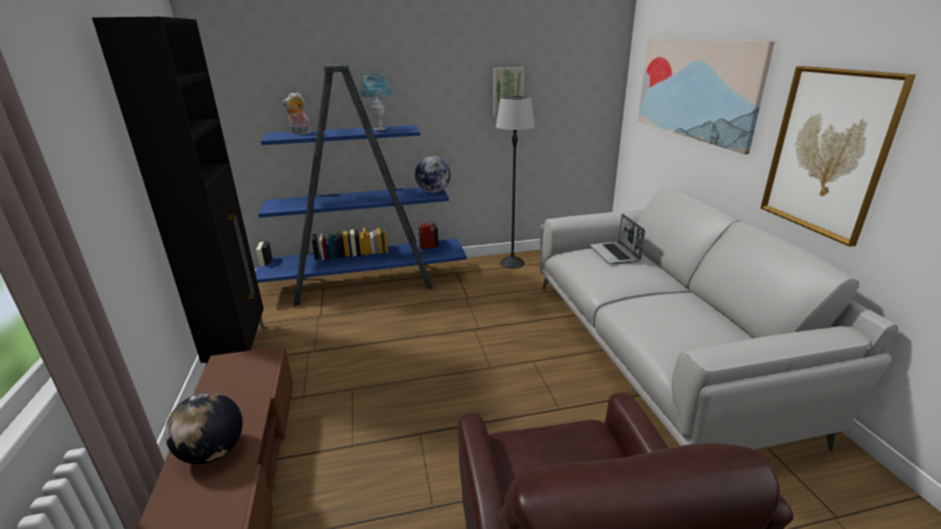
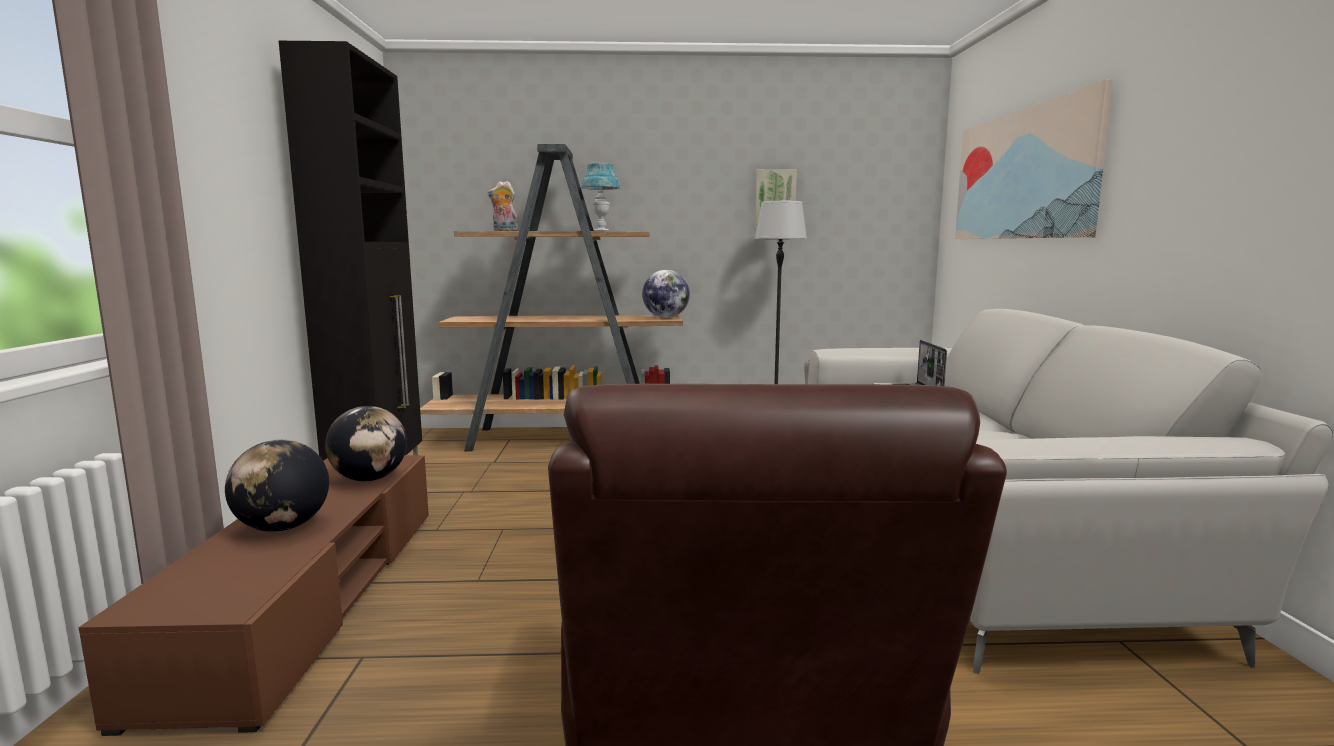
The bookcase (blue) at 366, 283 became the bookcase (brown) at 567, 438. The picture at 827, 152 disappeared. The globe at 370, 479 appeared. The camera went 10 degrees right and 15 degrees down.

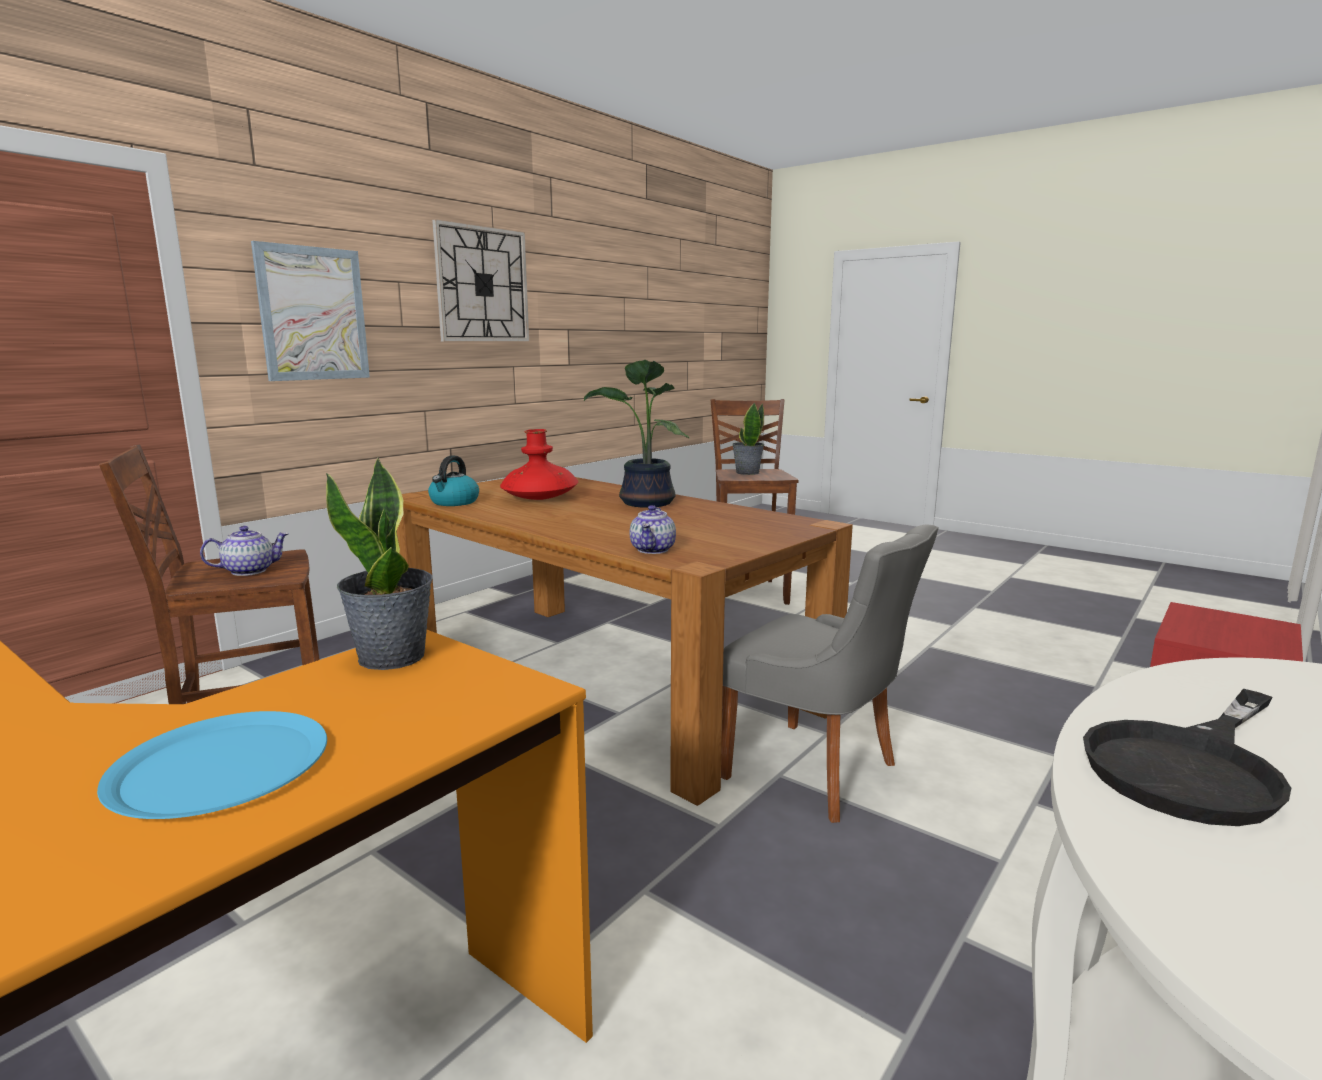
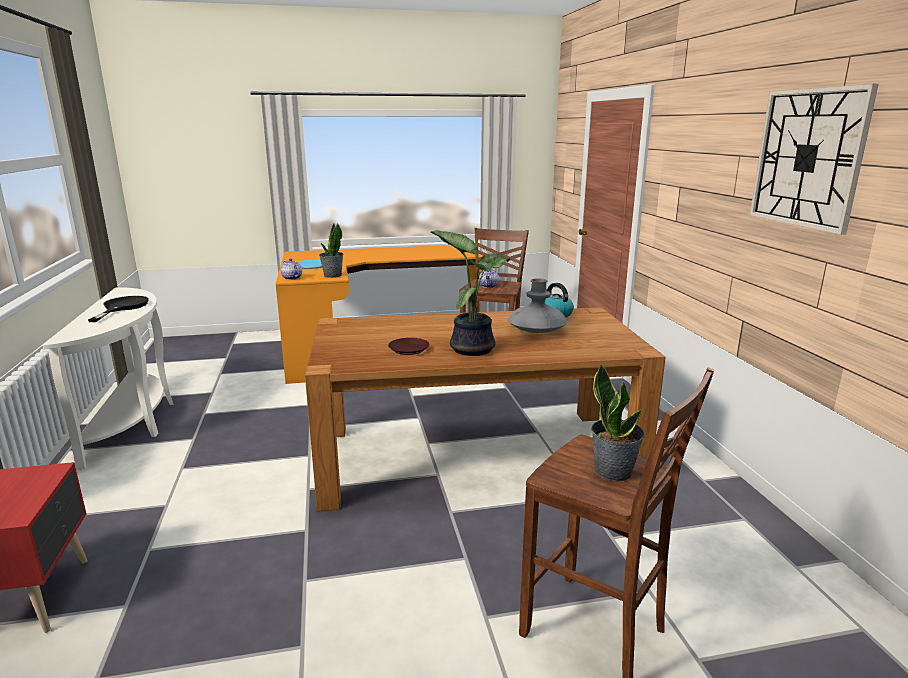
The picture at 313, 314 disappeared. The vase (red) at 540, 498 became the vase (grey) at 537, 331. The teapot moved from 653, 550 to 291, 278. The chair (grey) at 816, 772 disappeared. The plate (brown) at 408, 349 appeared. The camera went 130 degrees right and 5 degrees up.

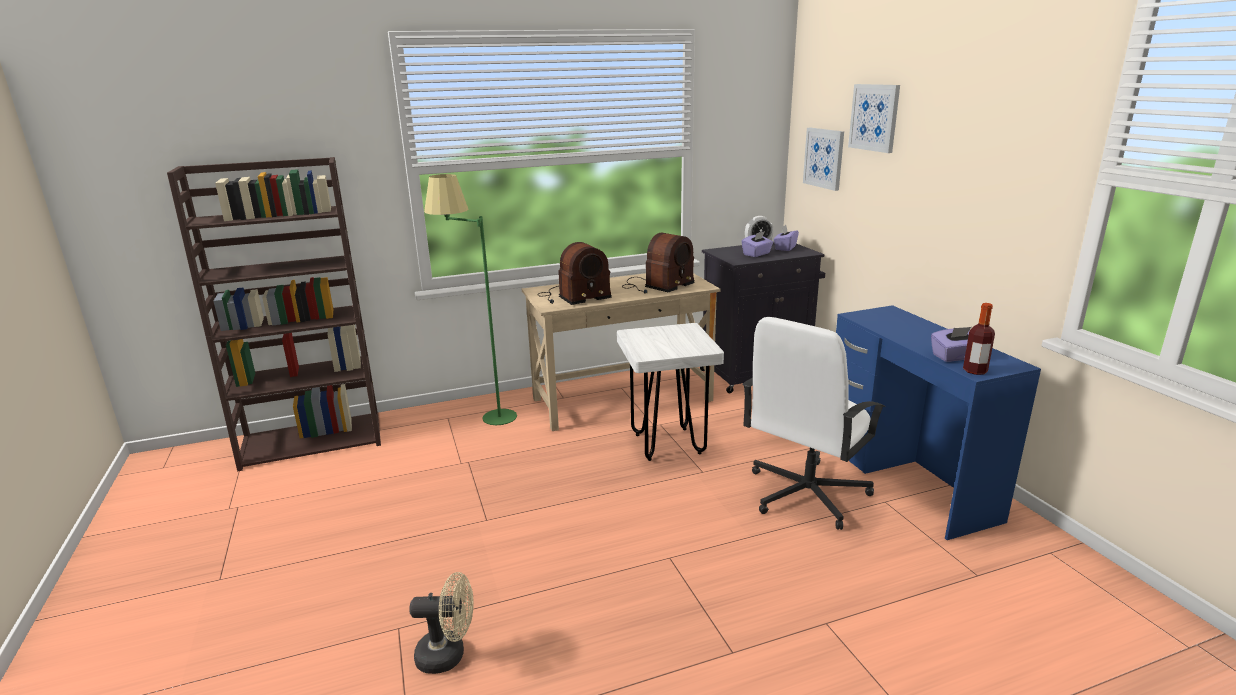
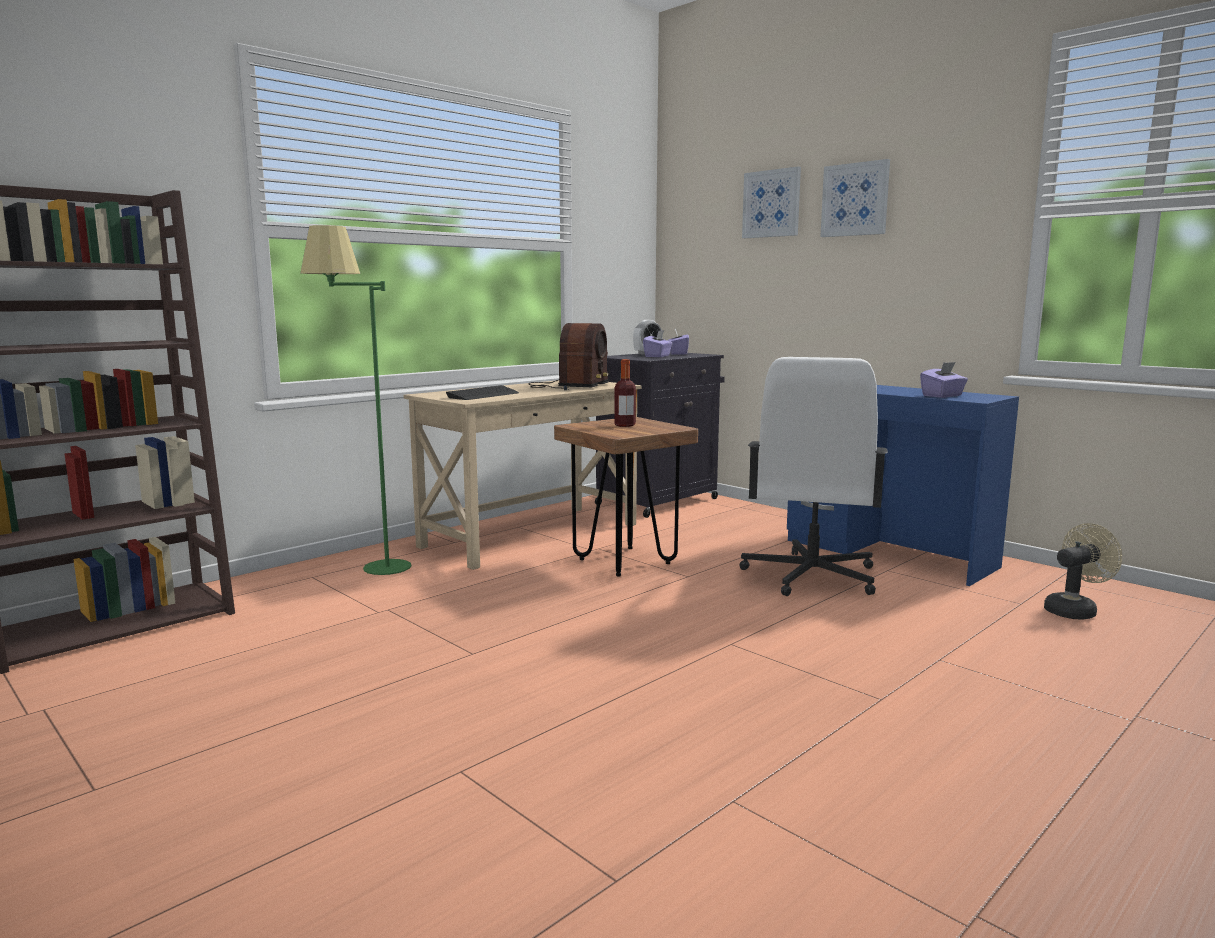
The picture moved from 824, 158 to 855, 199. The radio at 573, 297 was replaced by the keyboard at 483, 395. The bottle moved from 975, 371 to 625, 425. The stool (white) at 667, 444 became the stool (brown) at 624, 561. The fan (beige) moved from 448, 655 to 1075, 610. The camera went 25 degrees left and 10 degrees down.

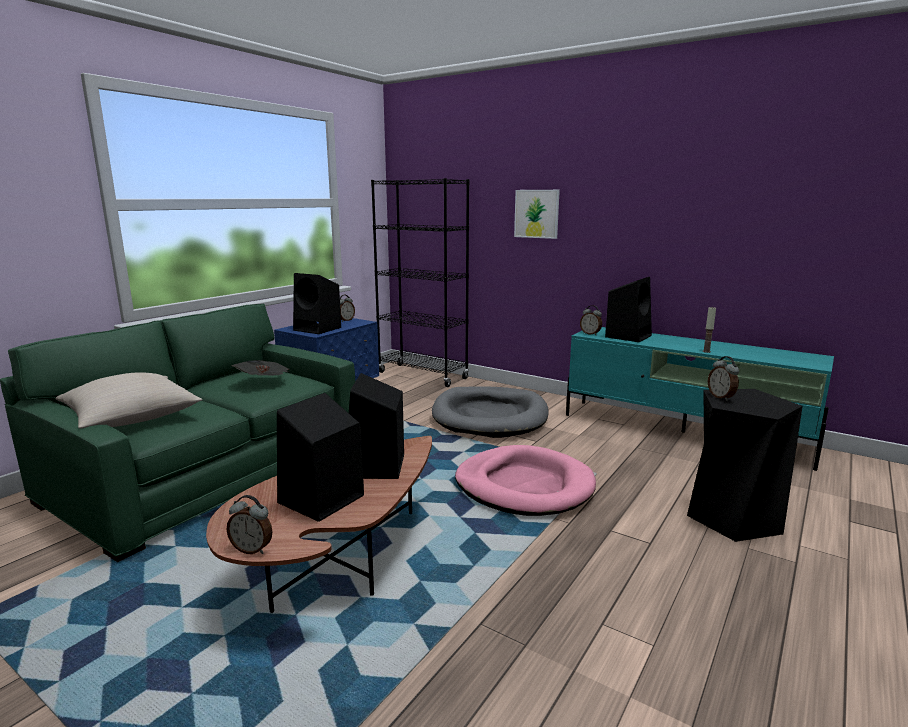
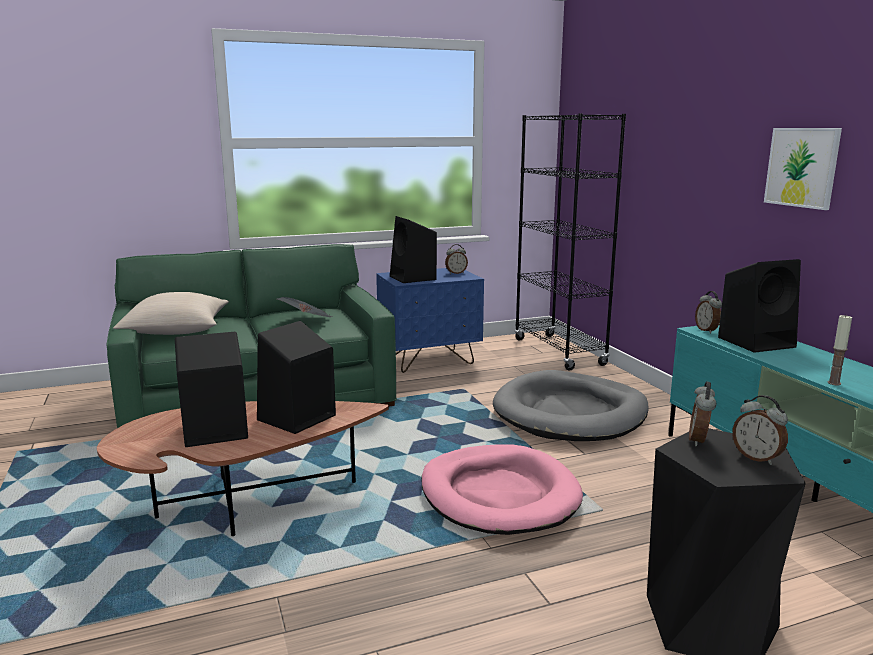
The picture moved from 536, 214 to 802, 167. The alarm clock moved from 252, 549 to 757, 458. The camera went 35 degrees right and 0 degrees up.

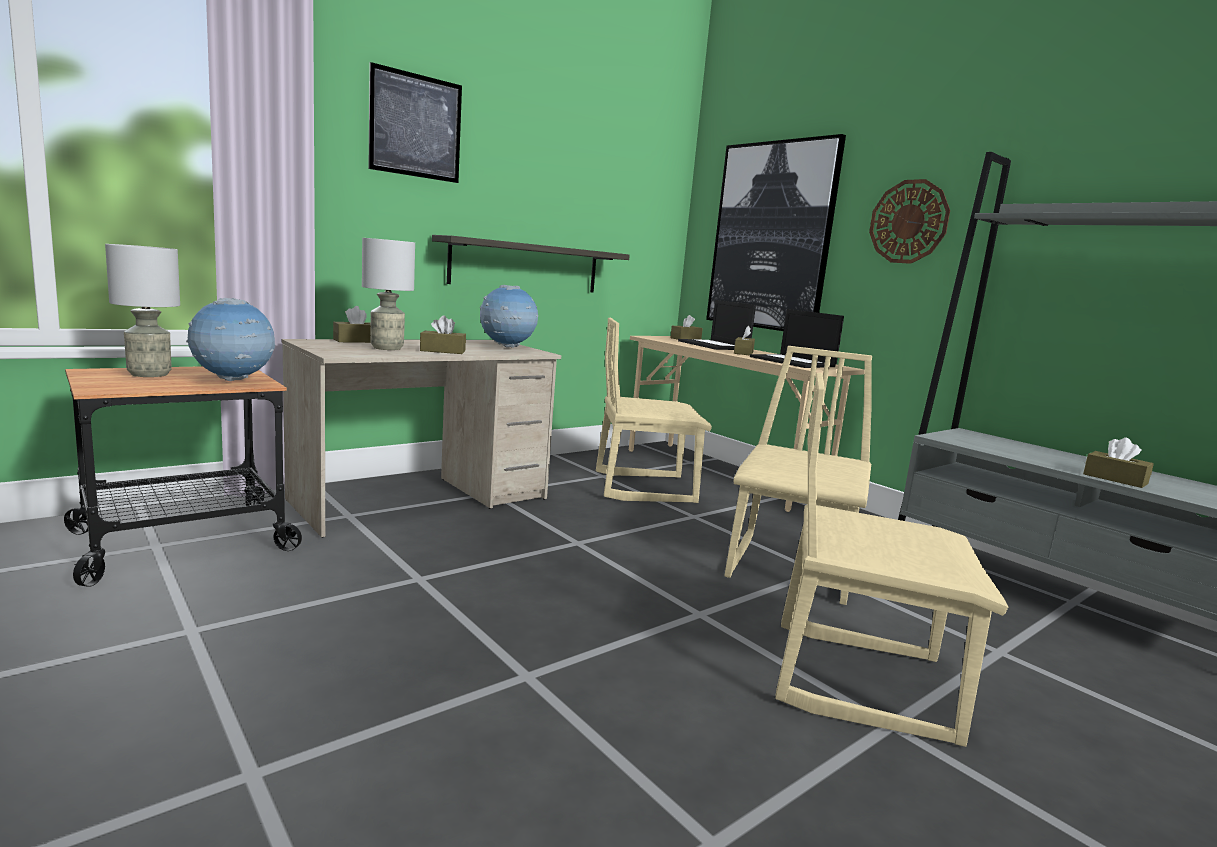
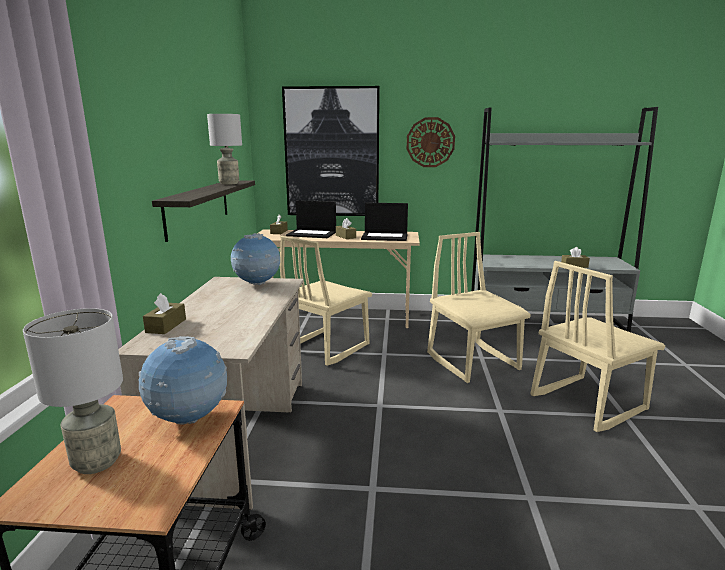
The picture at 415, 126 disappeared. The table lamp (grey) moved from 387, 348 to 229, 183. The tissue box (brown) at 442, 351 disappeared. The camera went 45 degrees left and 5 degrees up.

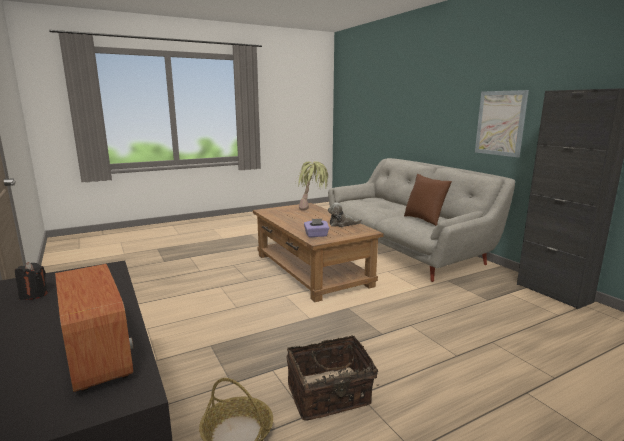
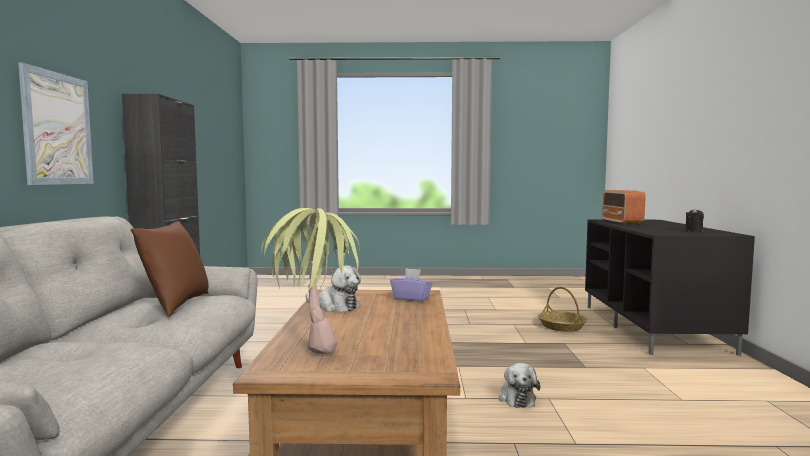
The basket at 330, 396 disappeared. The plush toy at 517, 398 appeared. The camera went 150 degrees left and 10 degrees down.

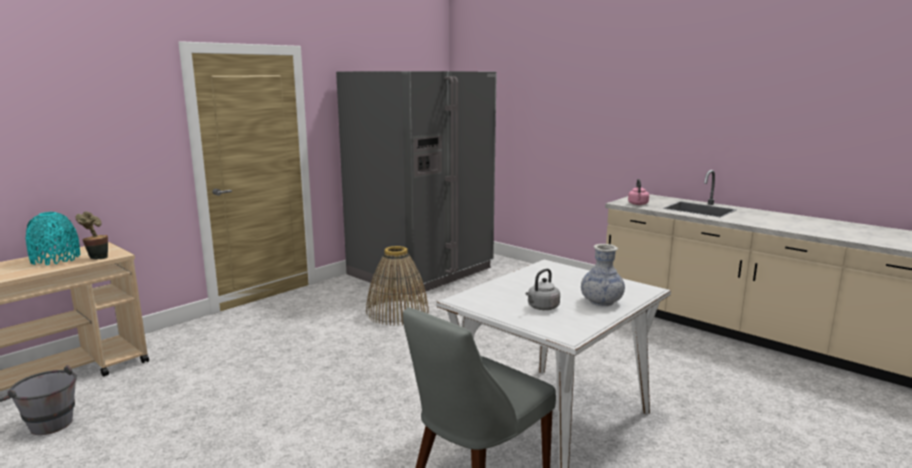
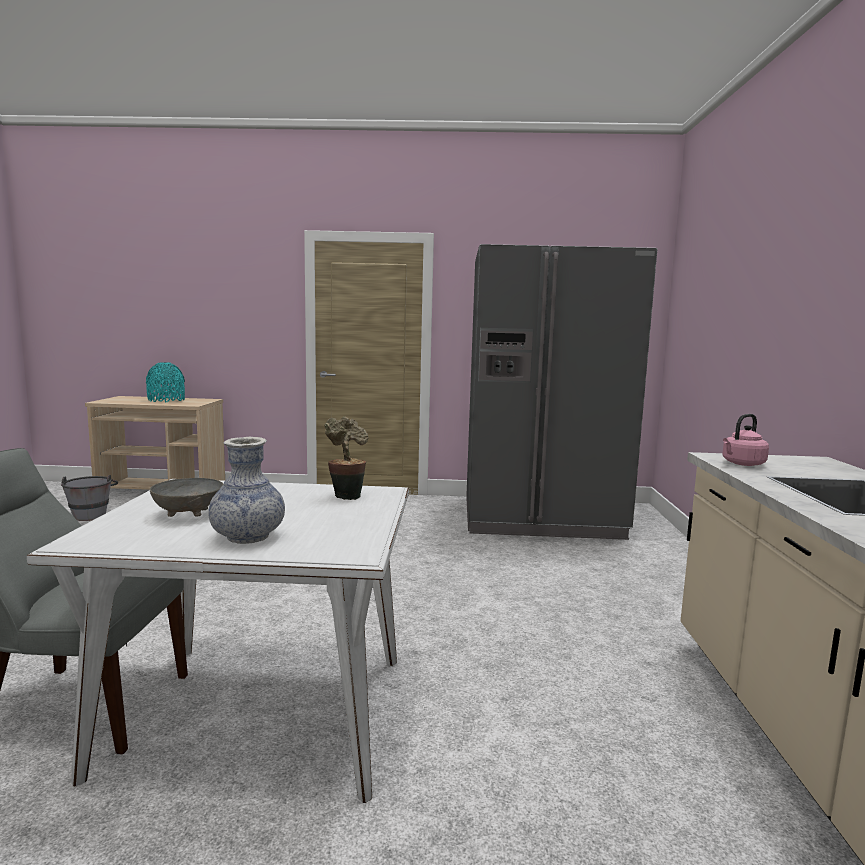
The potted plant moved from 97, 258 to 346, 495. The basket at 397, 312 disappeared. The kettle (grey) at 542, 307 was replaced by the bowl (grey) at 187, 514. The camera went 50 degrees right and 5 degrees down.

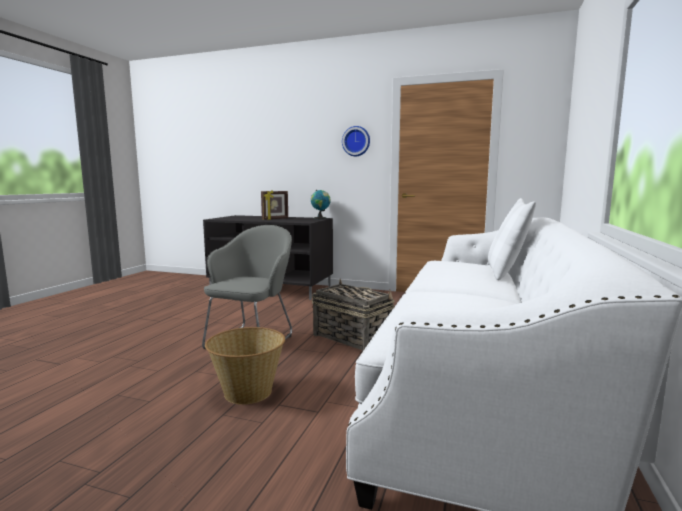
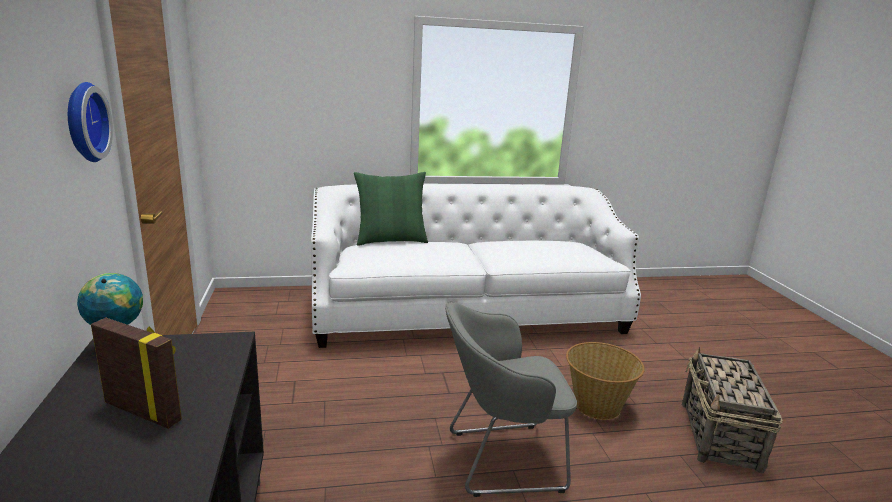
The pillow (white) at 506, 272 became the pillow (green) at 391, 240. The basket moved from 351, 337 to 719, 436. The camera went 120 degrees left and 10 degrees up.

